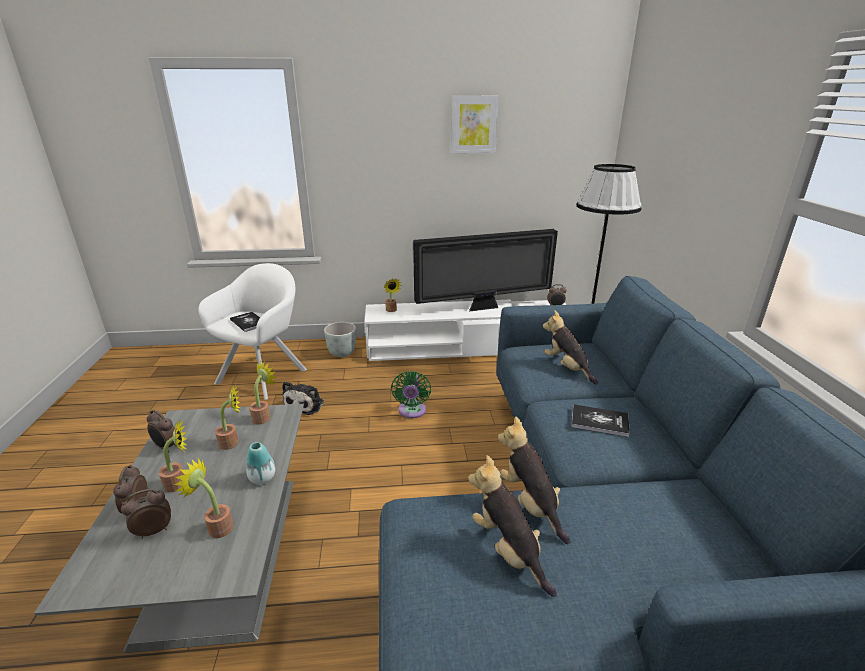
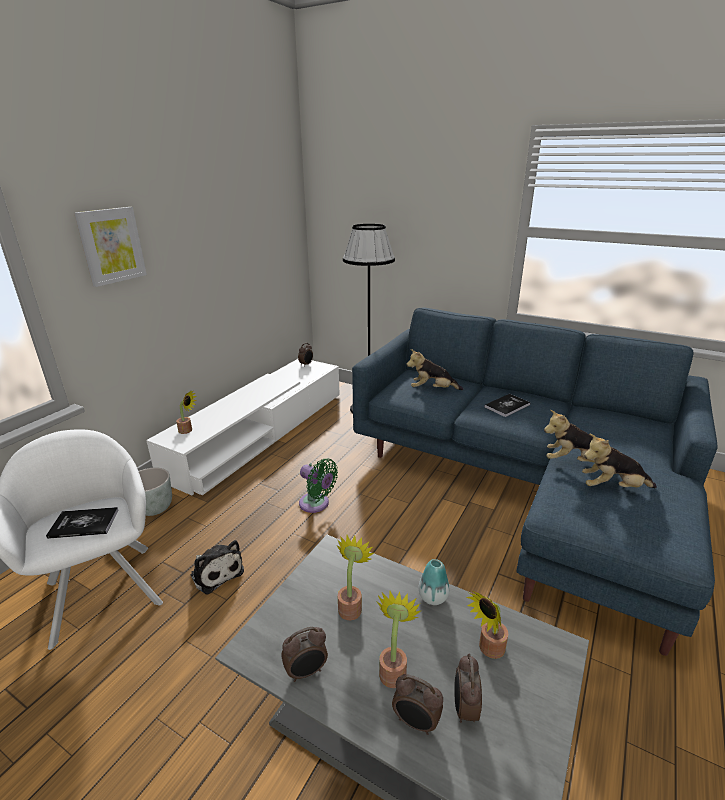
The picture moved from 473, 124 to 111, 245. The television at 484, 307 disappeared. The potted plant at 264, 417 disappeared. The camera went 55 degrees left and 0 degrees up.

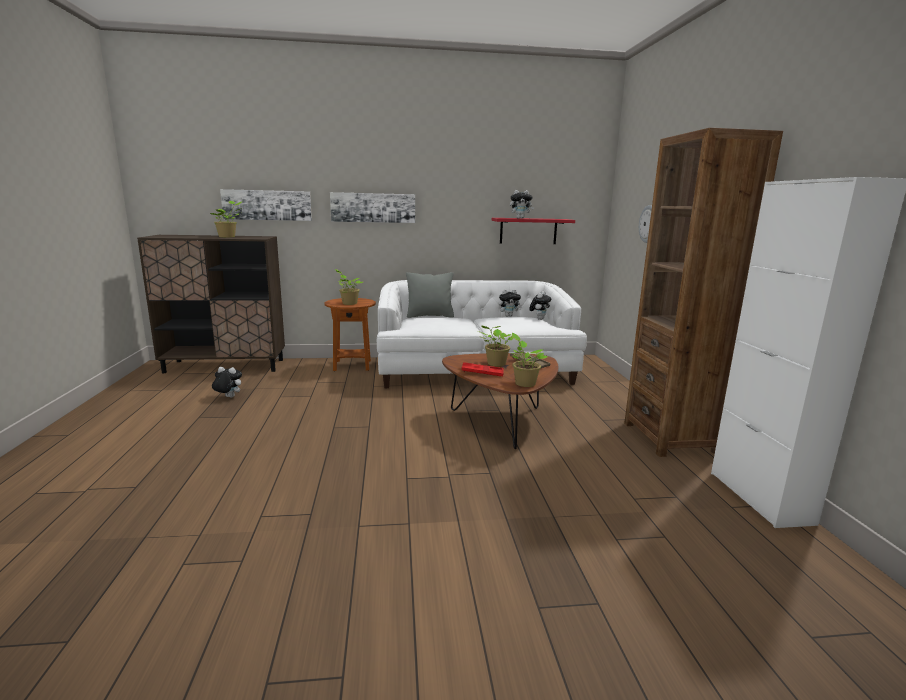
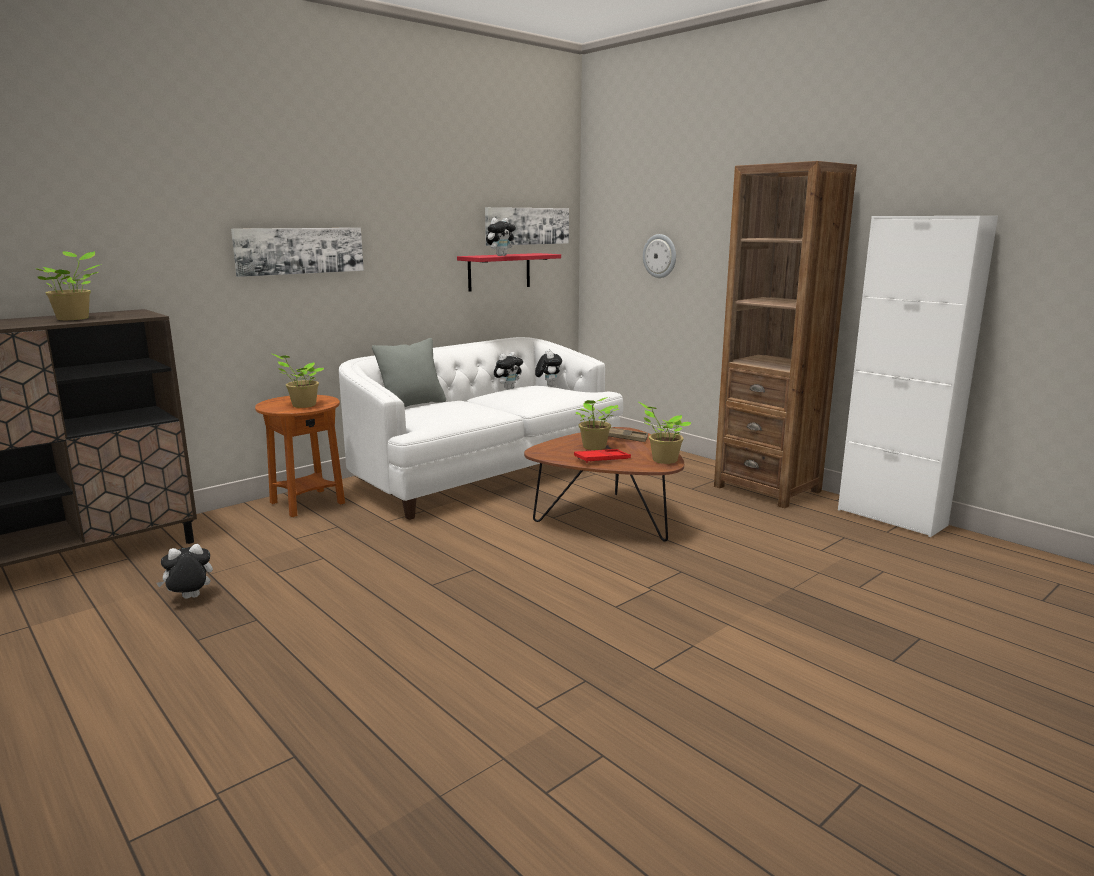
The picture moved from 267, 205 to 527, 226. The camera went 35 degrees left and 0 degrees up.

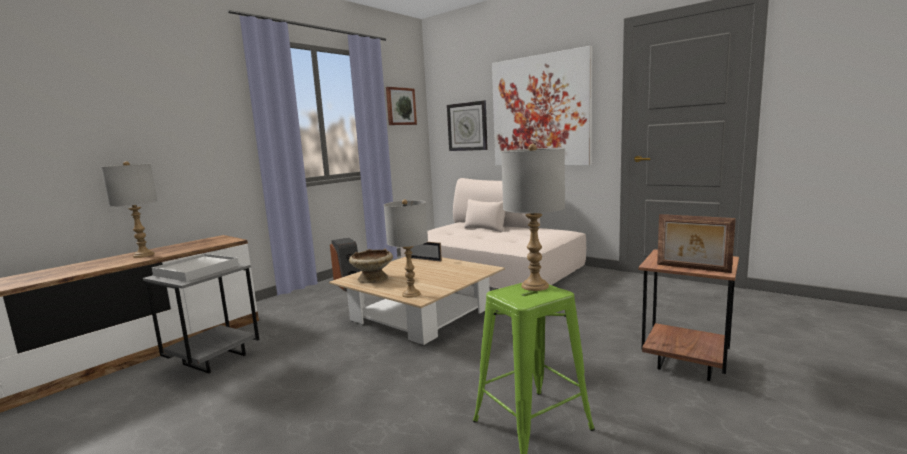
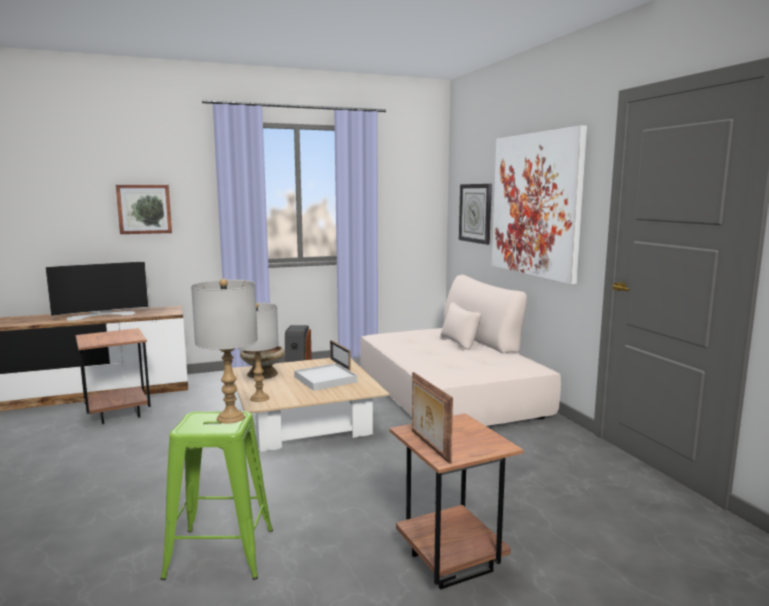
The picture moved from 400, 106 to 144, 209. The table lamp (grey) at 144, 255 was replaced by the television at 102, 315. The tray (white) moved from 196, 270 to 325, 379. The side table (grey) at 213, 360 became the side table (brown) at 118, 414. The camera went 30 degrees right and 0 degrees up.

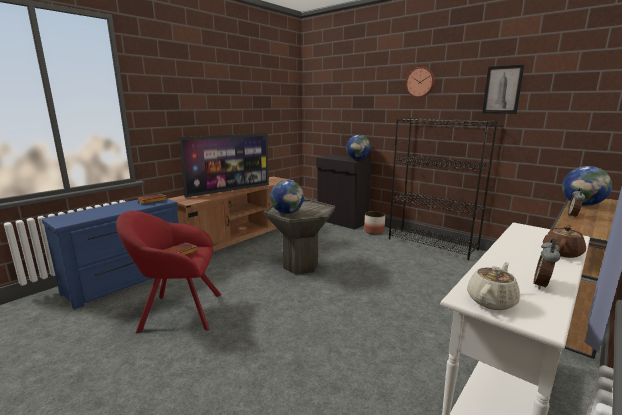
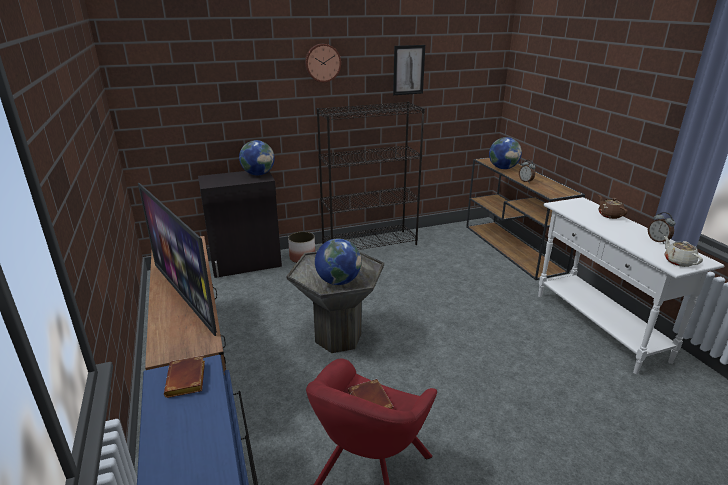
The television at 229, 190 turned 150 degrees clockwise. The camera went 60 degrees left and 10 degrees up.

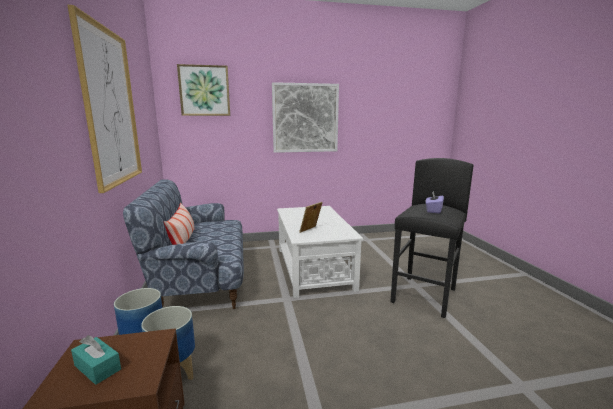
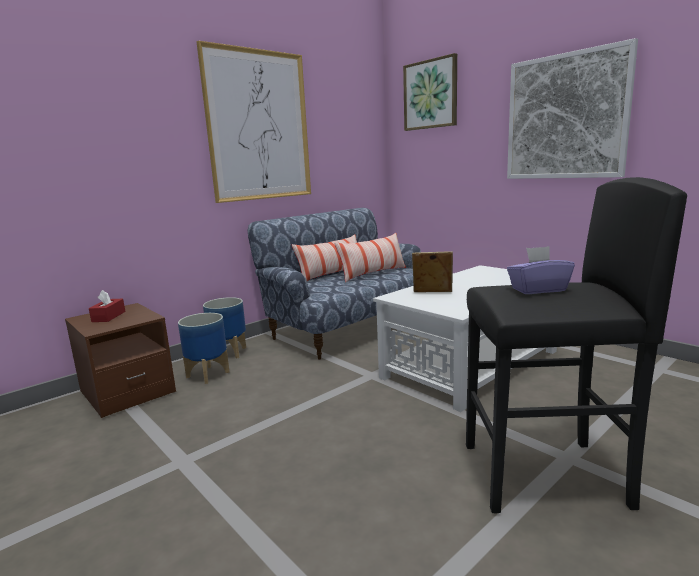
The tissue box (turquoise) at 97, 367 became the tissue box (red) at 108, 316. The pillow at 373, 274 appeared. The camera went 60 degrees right and 0 degrees up.

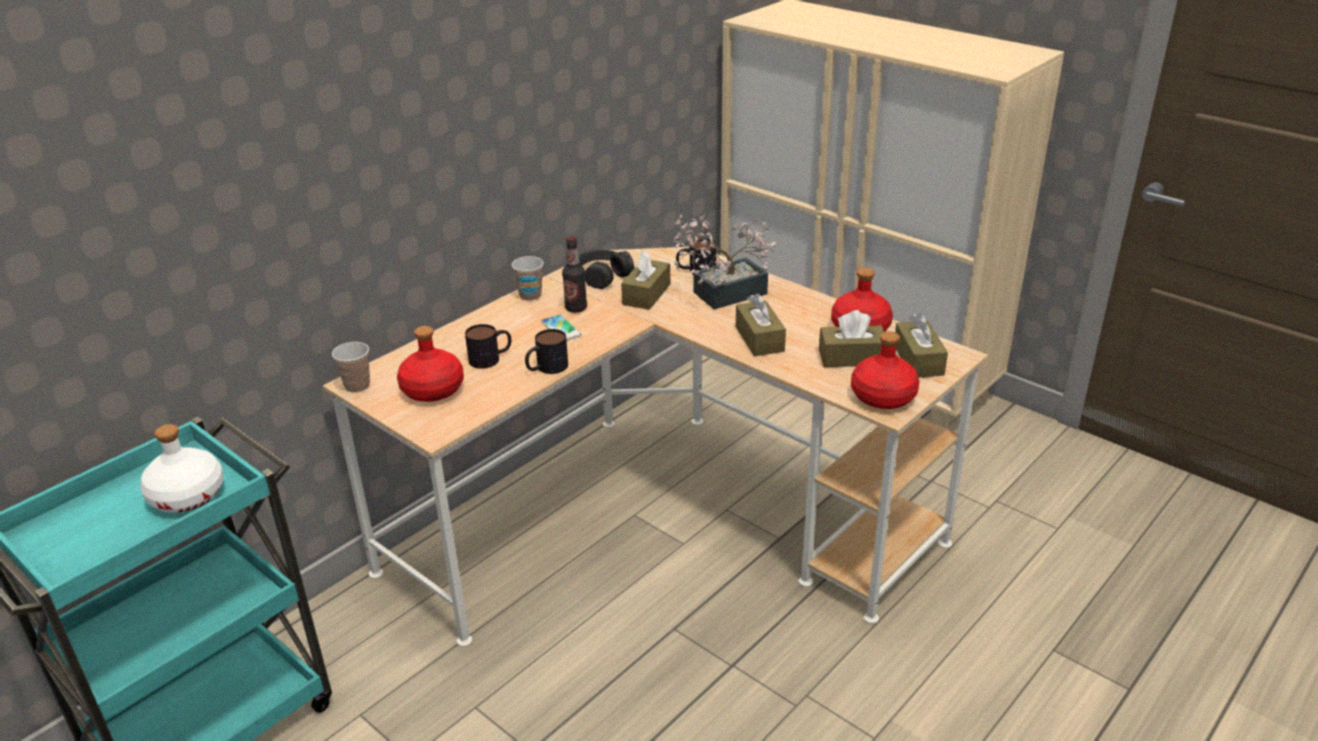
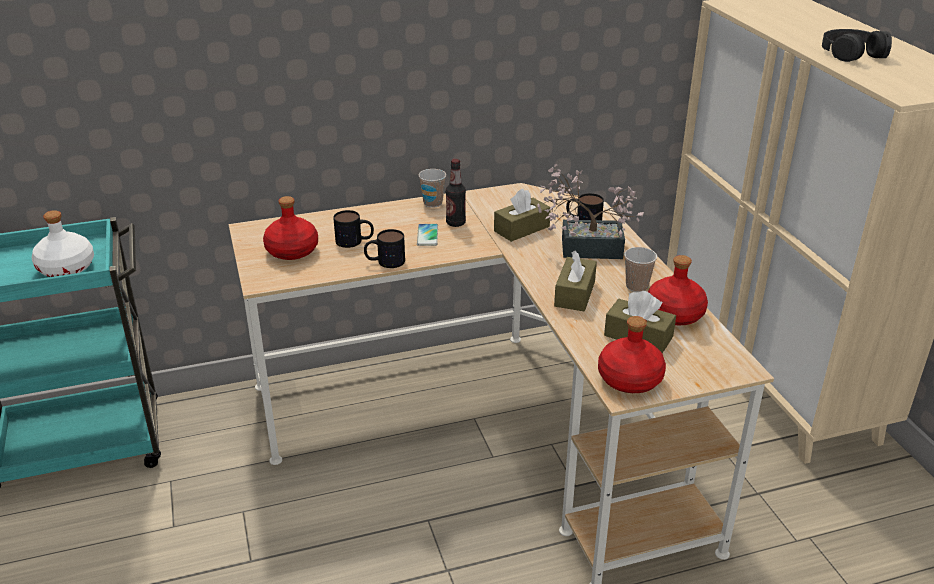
The headphones (black) moved from 601, 275 to 852, 53. The tissue box (brown) at 918, 360 disappeared. The cup moved from 357, 386 to 637, 286. The camera went 30 degrees right and 0 degrees up.

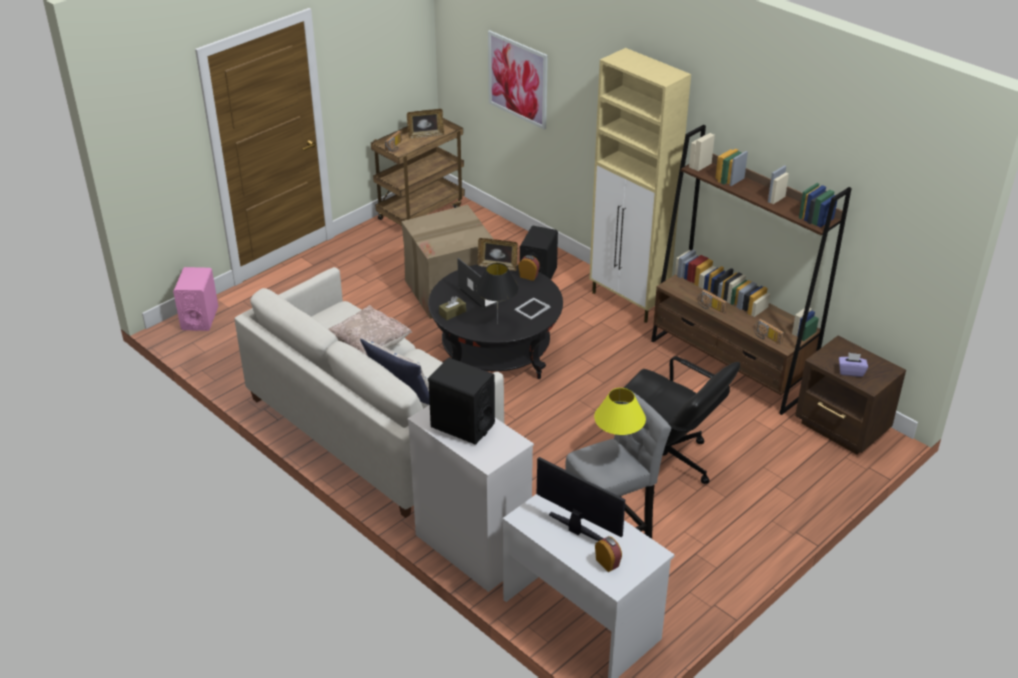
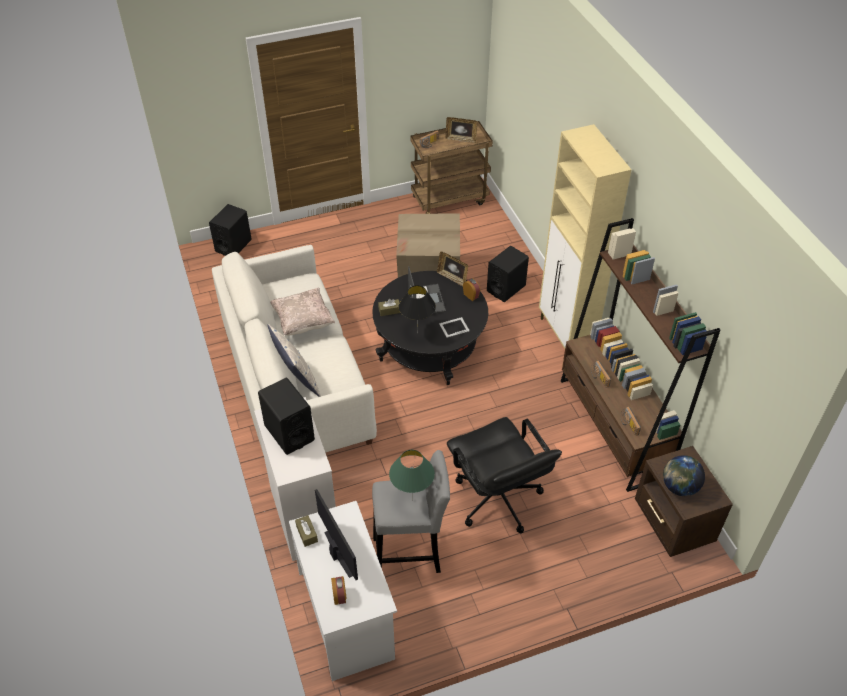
The picture at 517, 79 disappeared. The speaker (pink) at 200, 318 became the speaker (black) at 233, 245. The tissue box (purple) at 851, 371 was replaced by the globe at 679, 487. The table lamp (yellow) at 616, 457 became the table lamp (green) at 412, 499. The tissue box (brown) at 307, 533 appeared. The camera went 25 degrees right and 10 degrees up.

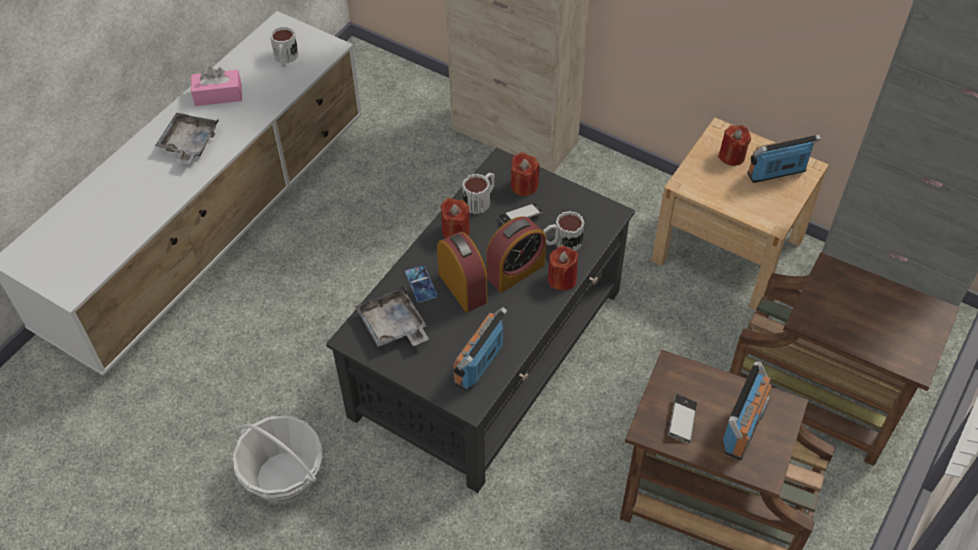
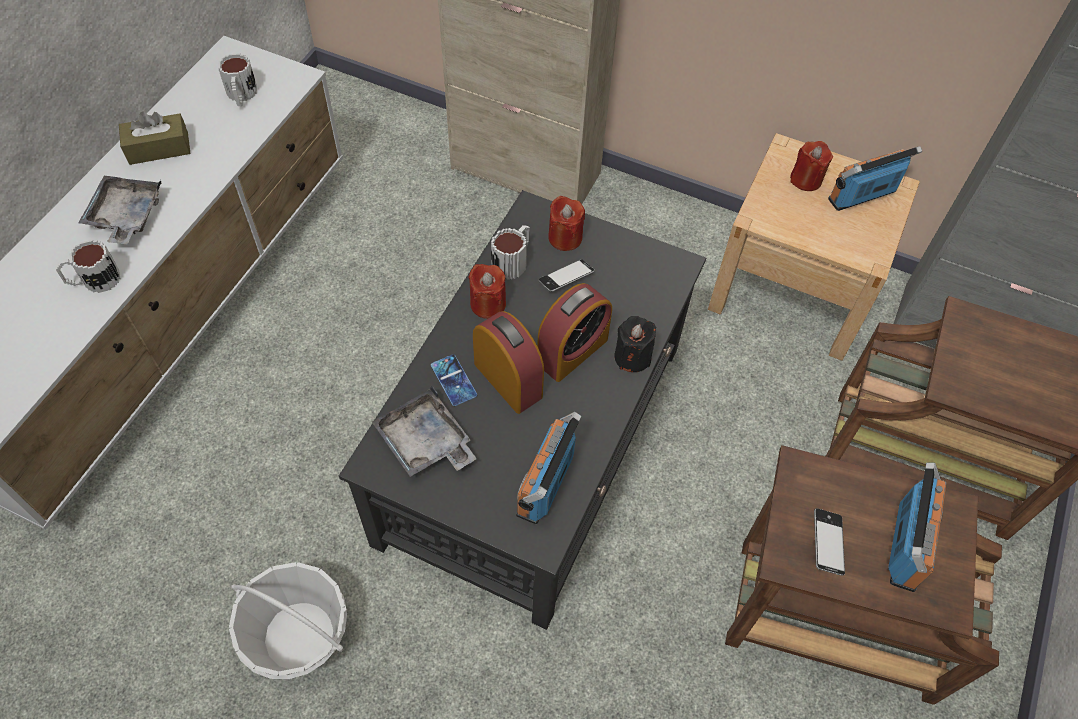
The tissue box (pink) at 218, 95 became the tissue box (brown) at 159, 148. The mug moved from 562, 242 to 94, 280. The candle (red) at 562, 279 became the candle (black) at 632, 357. The camera went 10 degrees left and 5 degrees up.

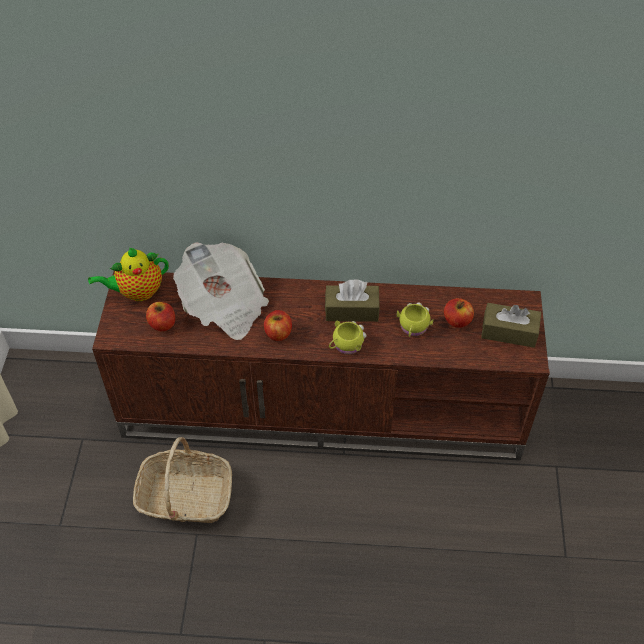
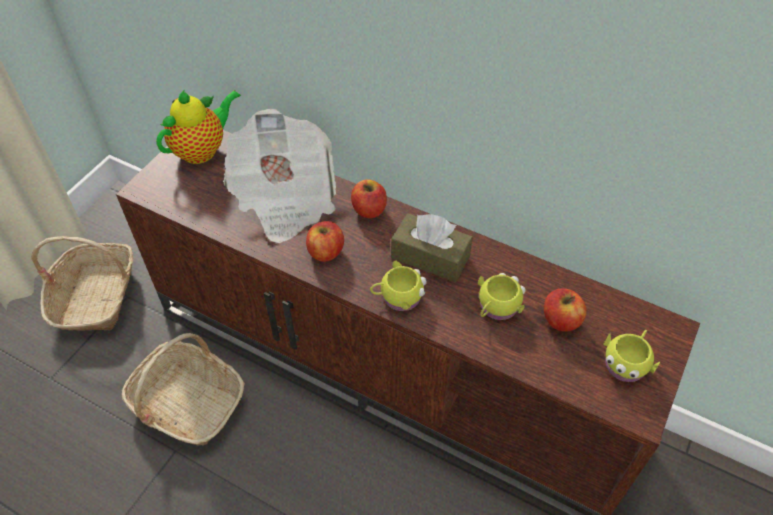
The teapot at 137, 292 turned 135 degrees clockwise. The apple moved from 162, 324 to 369, 210. The tissue box (brown) at 509, 332 was replaced by the mug (yellow) at 626, 362. The basket at 96, 296 appeared. The camera went 25 degrees right and 0 degrees up.

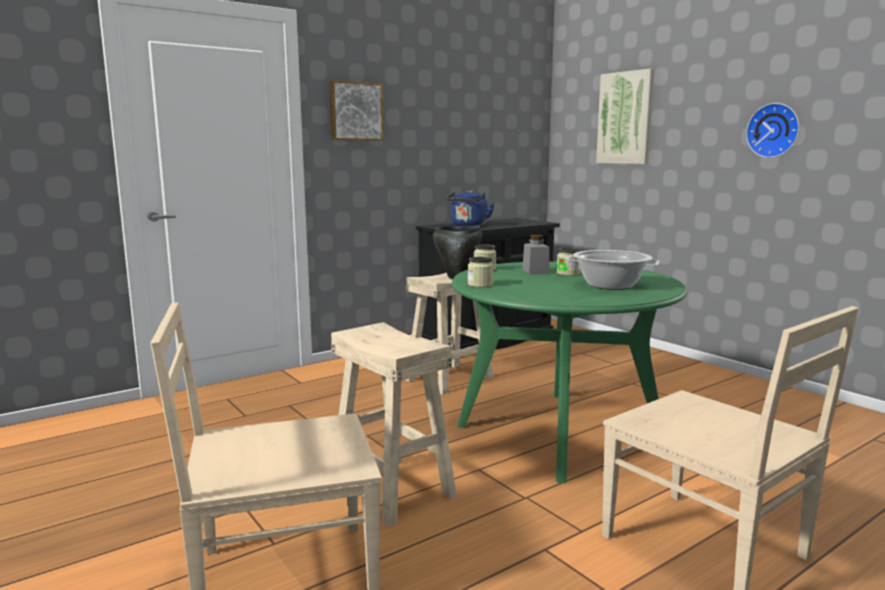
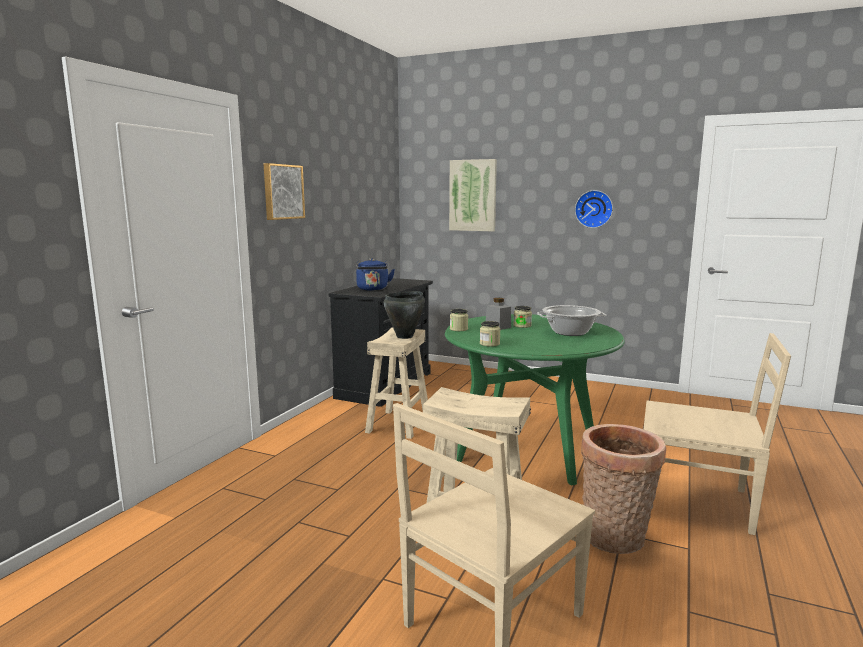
The basket at 615, 539 appeared. The camera went 30 degrees left and 0 degrees up.

